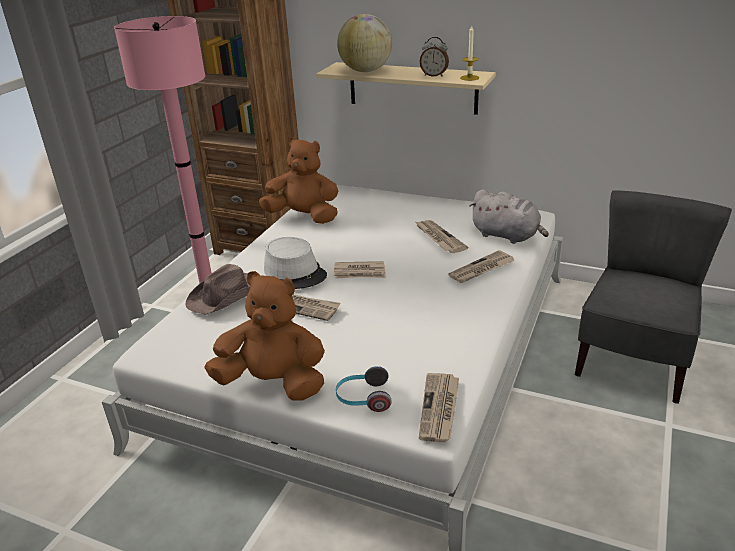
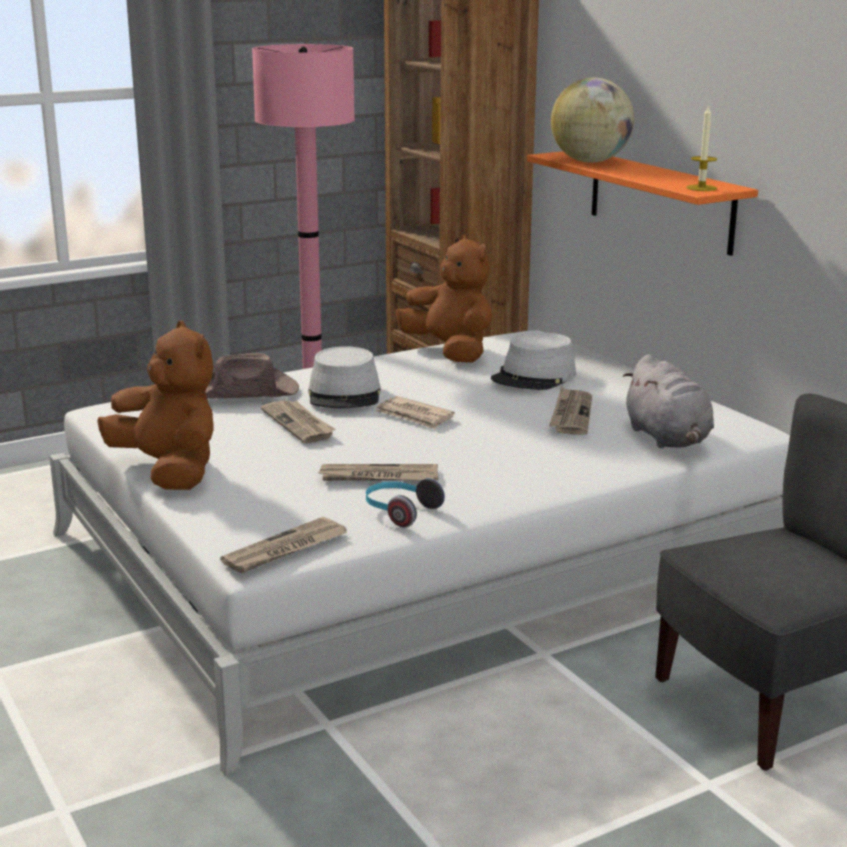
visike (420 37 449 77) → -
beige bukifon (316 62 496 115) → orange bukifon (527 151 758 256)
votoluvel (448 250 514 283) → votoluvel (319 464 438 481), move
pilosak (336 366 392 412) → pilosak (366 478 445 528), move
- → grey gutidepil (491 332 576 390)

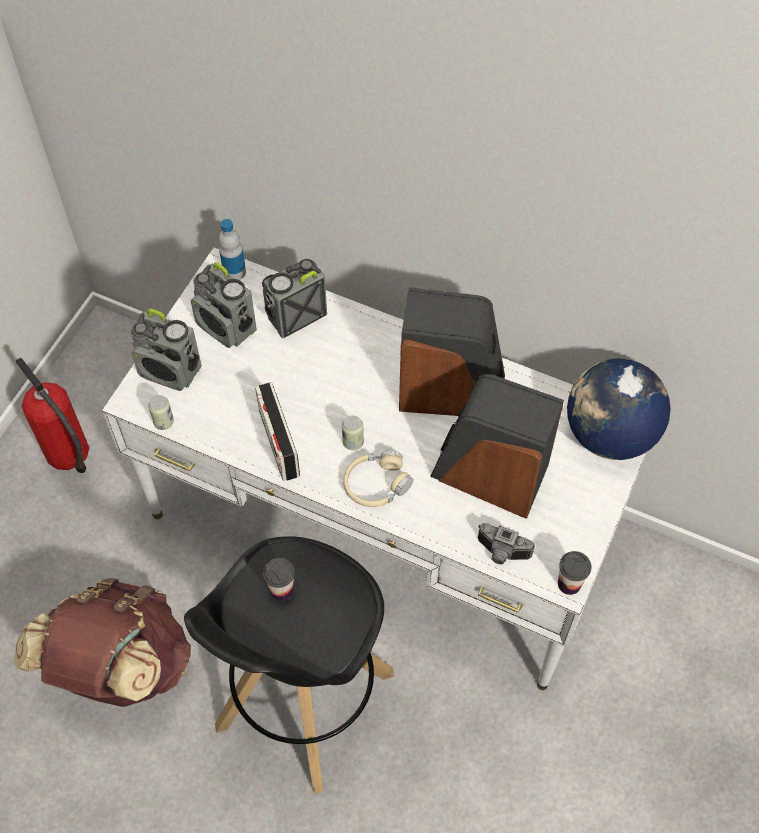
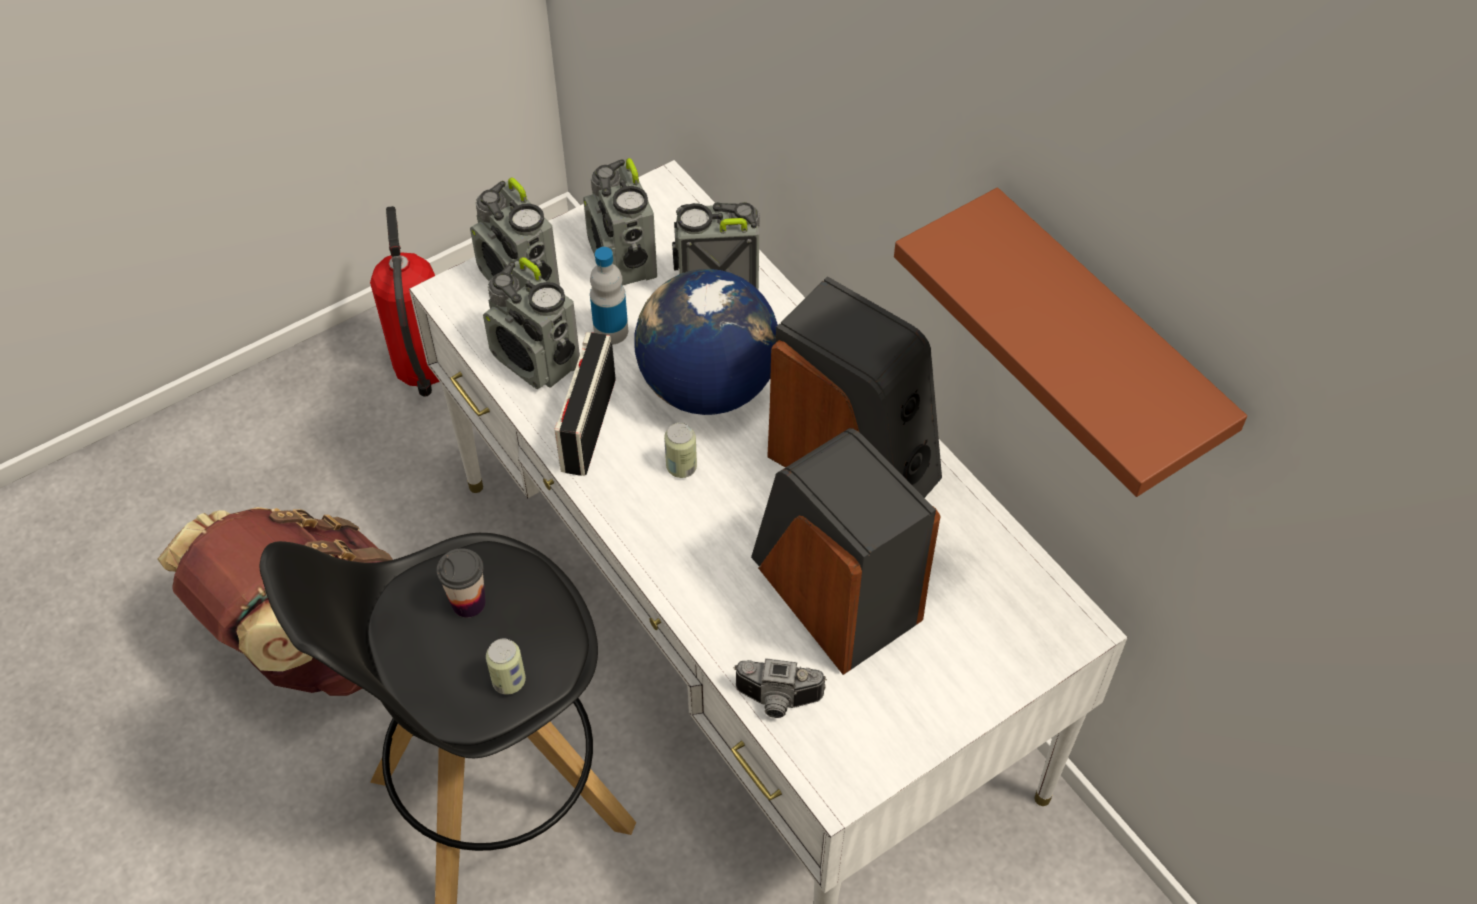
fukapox (219 219 246 280) → fukapox (590 247 628 345), move
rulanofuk (567 359 670 460) → rulanofuk (634 269 778 415), move
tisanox (148 395 174 430) → tisanox (486 638 526 695), move
beige pilosak (343 450 414 507) → -
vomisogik (478 523 535 564) → vomisogik (733 658 827 718), 45 degrees counterclockwise
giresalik (558 551 592 595) → -
- → brown bukifon (894 188 1247 497)
- → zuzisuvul (483 257 580 389)

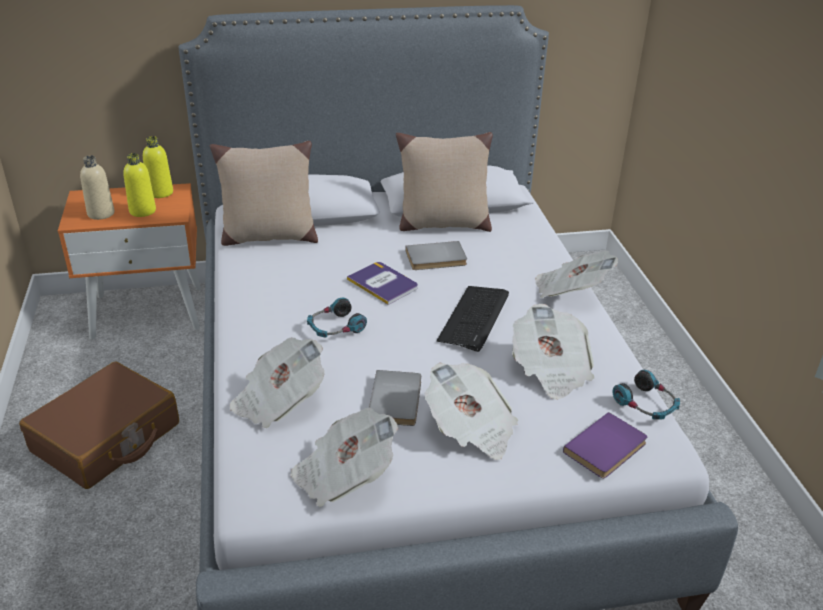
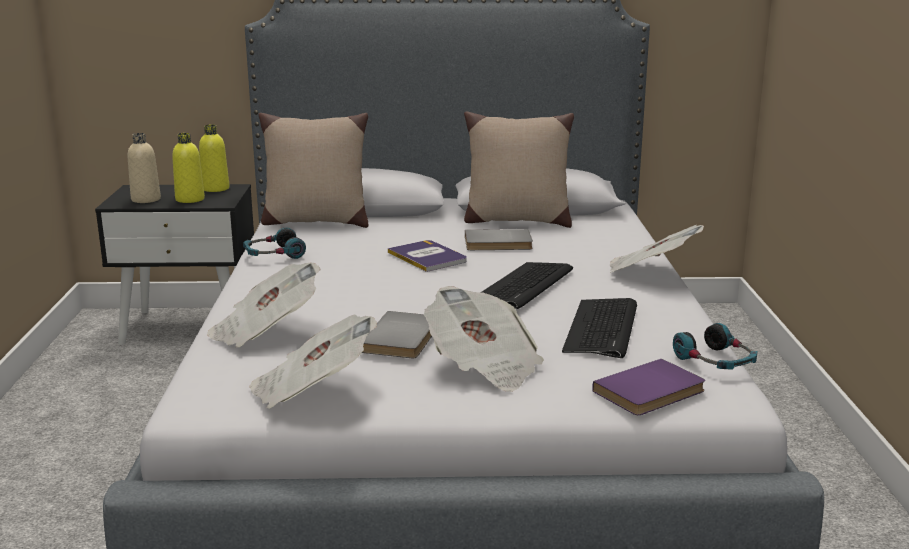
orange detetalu (58 183 201 339) → black detetalu (95 184 254 345)
pilosak (307 298 367 338) → pilosak (243 227 306 259), move
votoluvel (512 304 594 400) → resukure (562 298 637 358)
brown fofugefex (19 362 179 489) → -

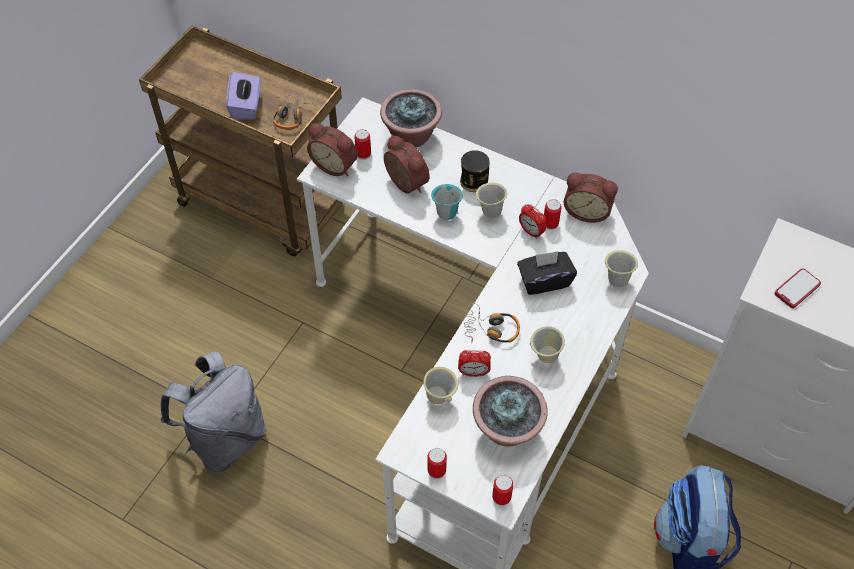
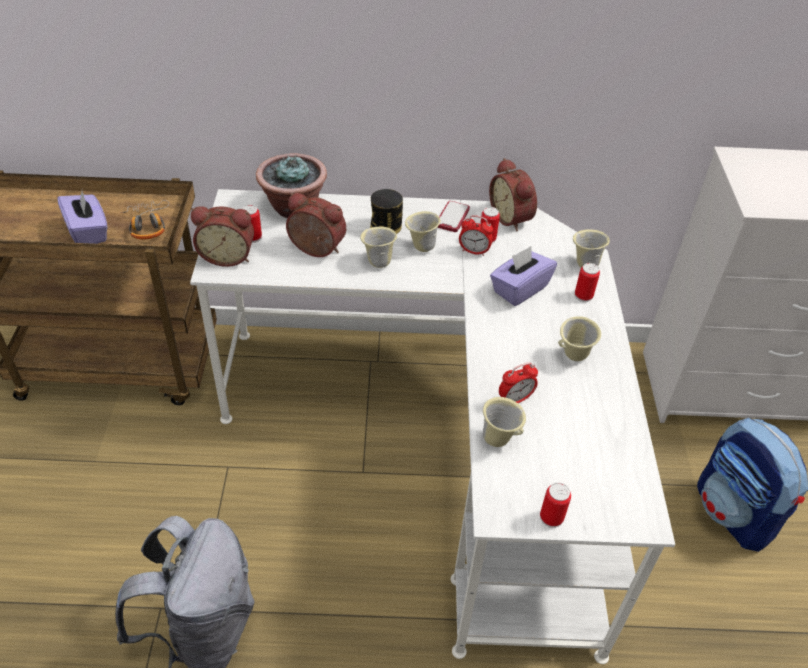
visike (564 173 618 223) → visike (489 158 537 231), 75 degrees clockwise
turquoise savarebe (431 184 463 220) → beige savarebe (360 227 397 268)
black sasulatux (517 251 577 295) → purple sasulatux (490 246 557 306)
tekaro (775 268 821 308) → tekaro (437 201 470 232), move
pilosak (464 303 520 344) → -
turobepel (473 376 548 447) → -
tisanox (492 475 513 506) → tisanox (575 263 600 302), move

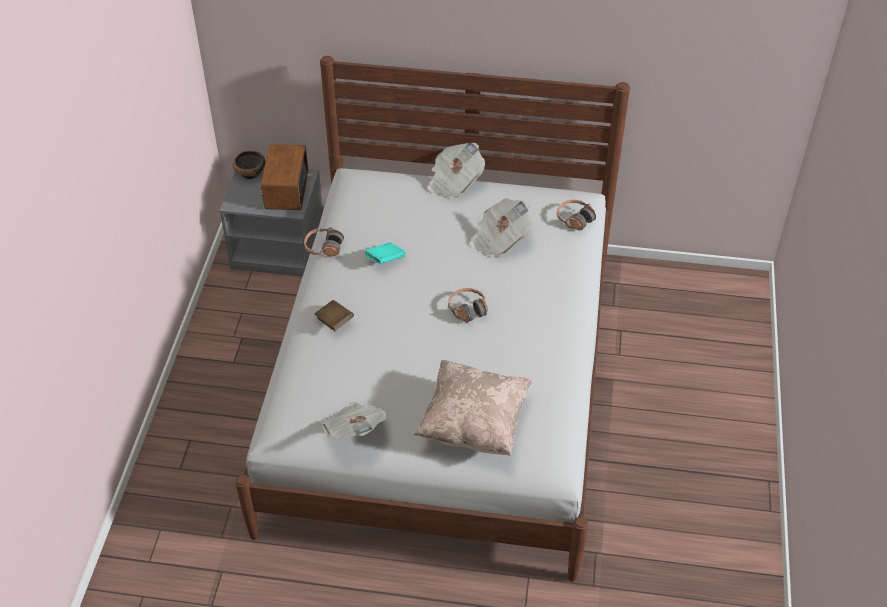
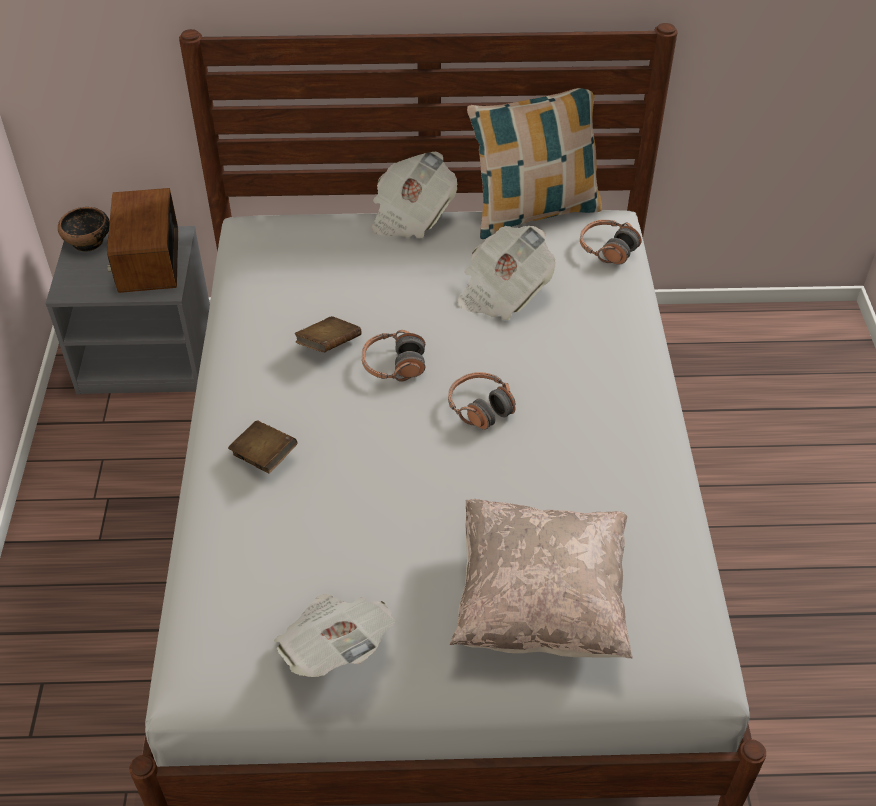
pilosak (304 227 344 258) → pilosak (362 330 425 382), move
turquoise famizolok (365 242 406 264) → brown famizolok (295 316 362 352)
- → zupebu (467 88 602 239)

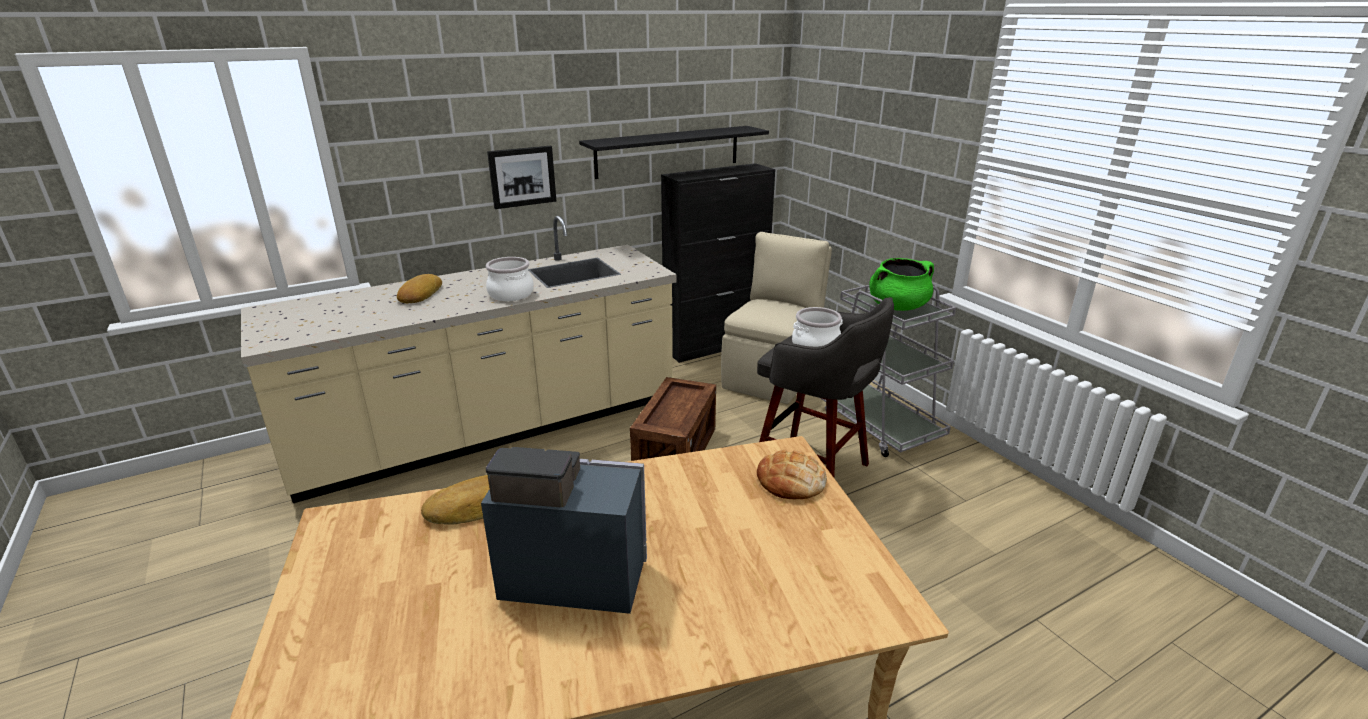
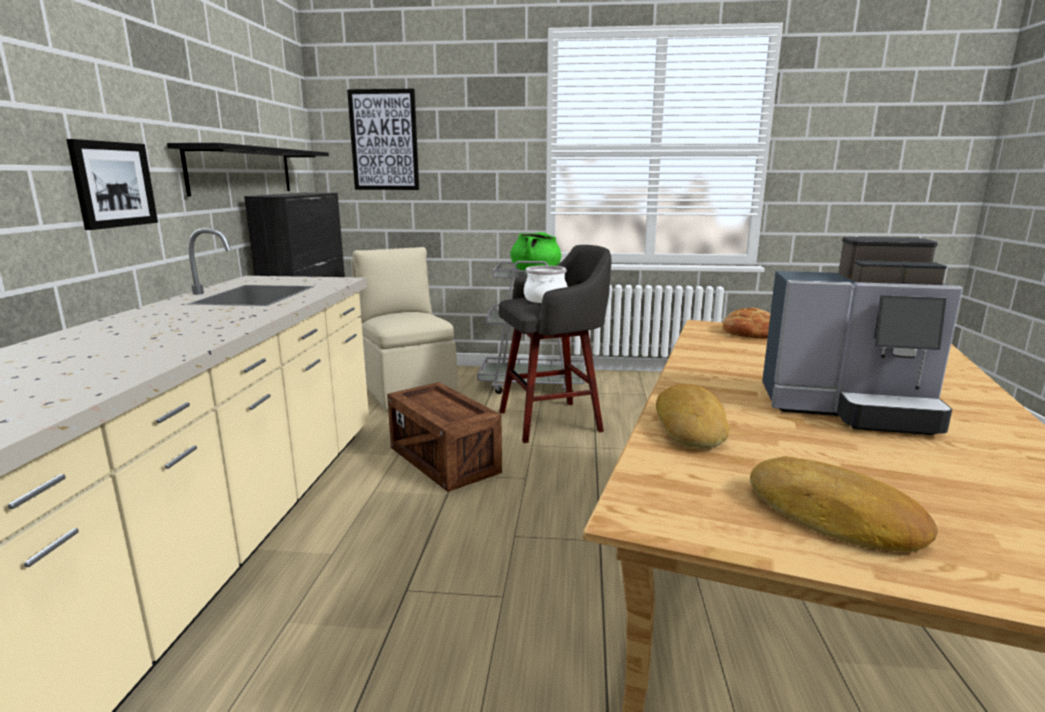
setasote (486 257 534 301) → -
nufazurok (397 274 442 303) → nufazurok (750 456 938 552), move
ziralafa (481 447 647 614) → ziralafa (762 237 963 435), 120 degrees counterclockwise
- → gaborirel (347 89 419 190)

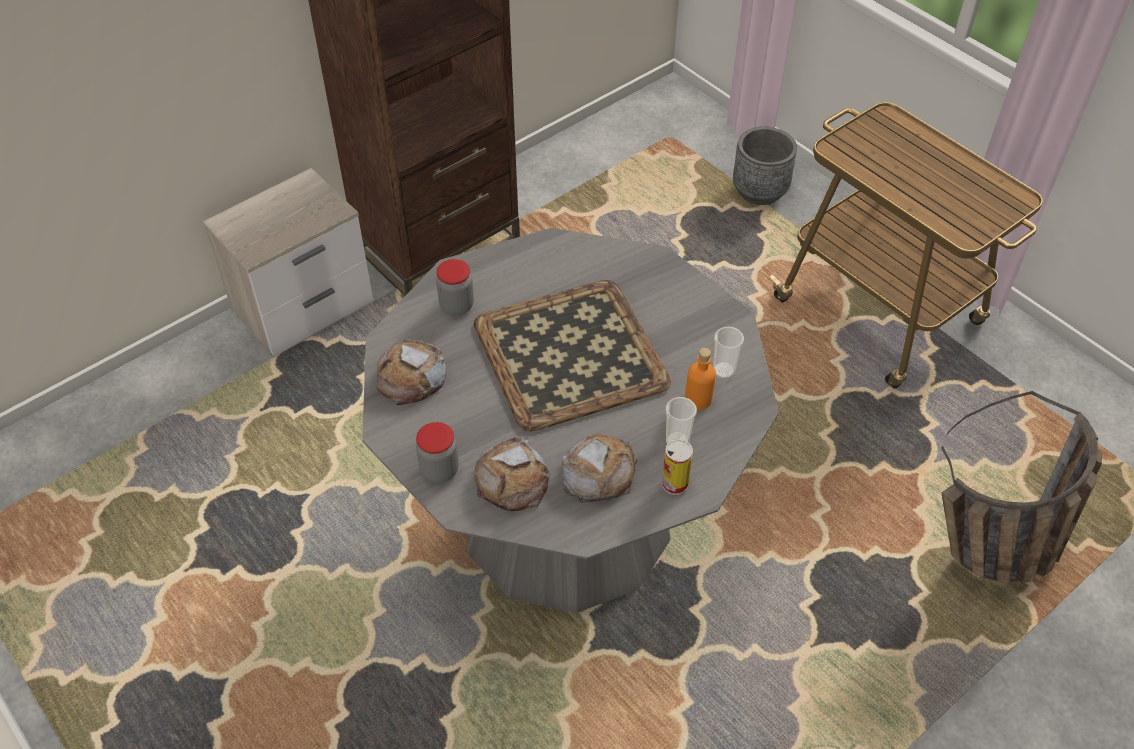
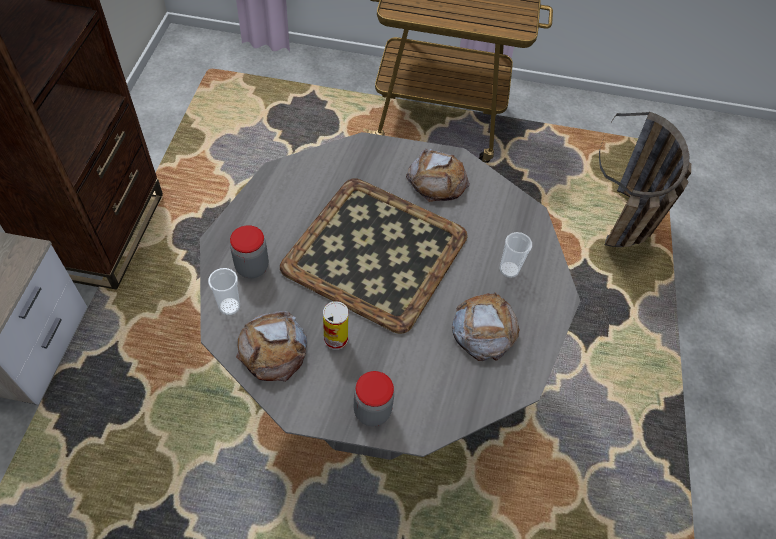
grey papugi (733 126 797 205) → -
giresalik (713 327 744 379) → giresalik (208 268 240 315), move
orange fukapox (685 348 716 410) → -
nufazurok (474 436 550 511) → nufazurok (406 149 470 202), move
tisanox (662 439 693 495) → tisanox (323 301 349 350), move

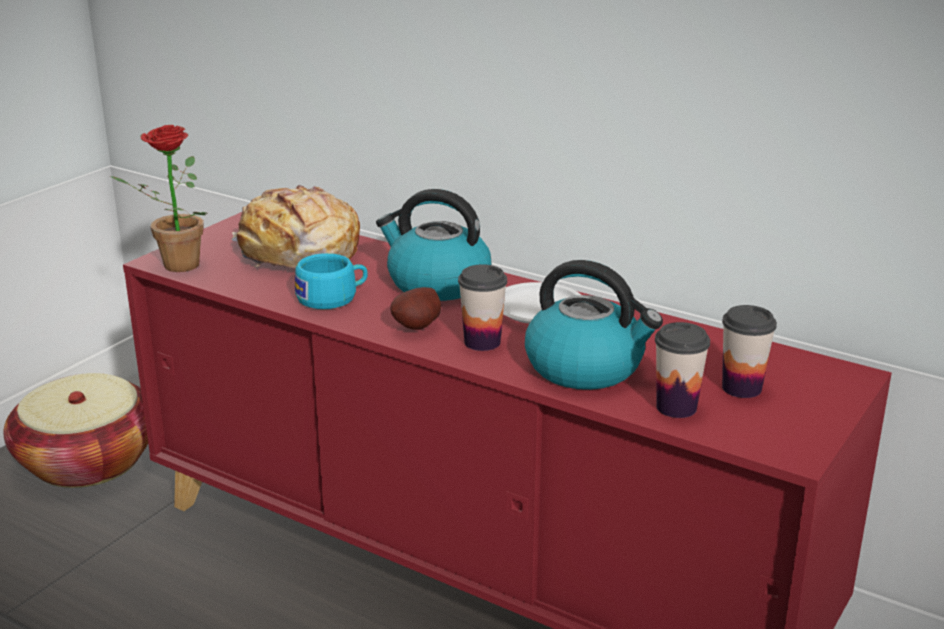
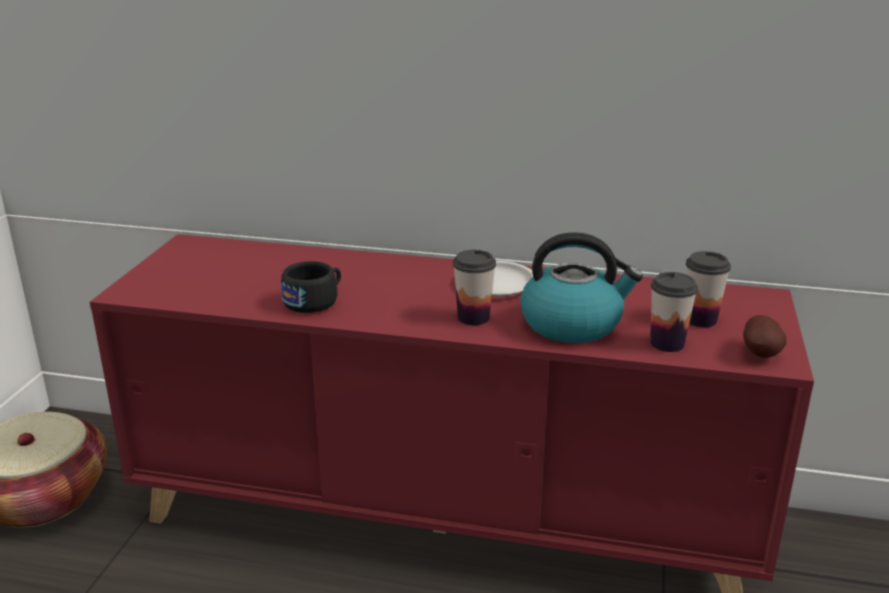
turobepel (110 125 207 272) → -
nufazurok (231 185 360 270) → -
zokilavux (376 189 491 301) → -
turquoise giresalik (295 253 368 309) → black giresalik (281 261 341 313)
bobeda (390 287 441 330) → bobeda (743 315 787 358), move

